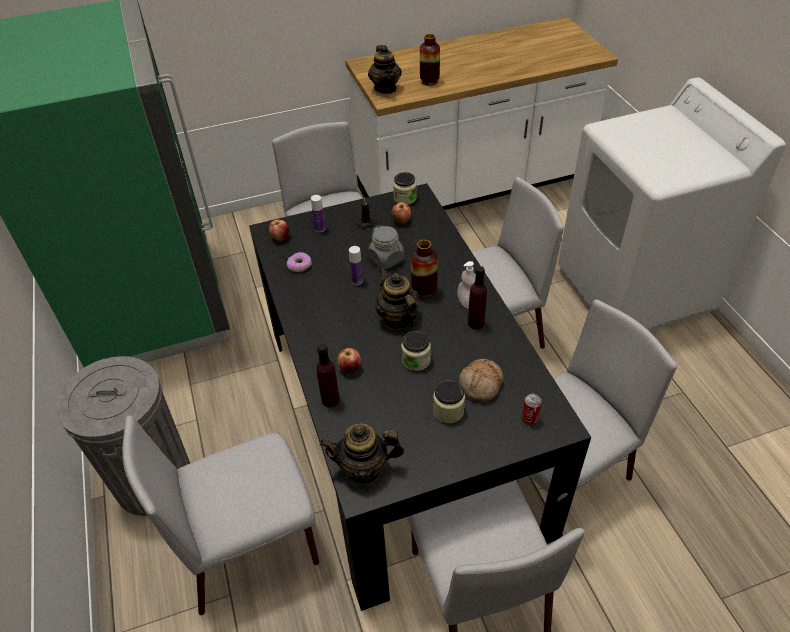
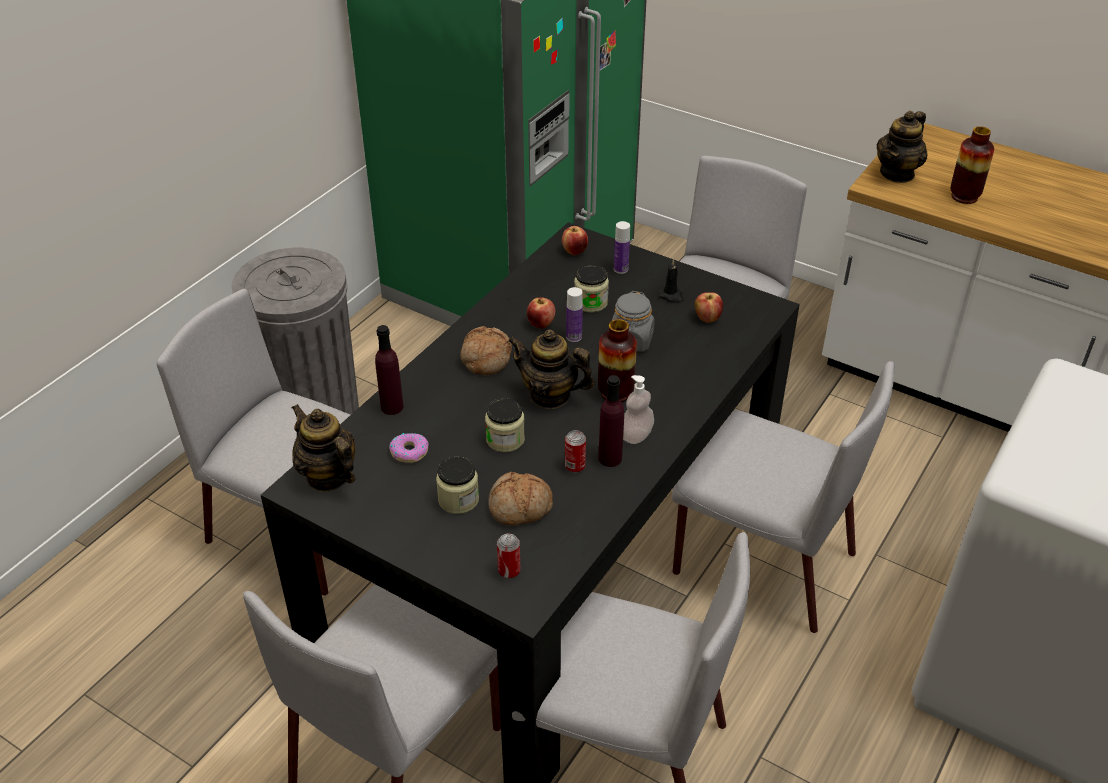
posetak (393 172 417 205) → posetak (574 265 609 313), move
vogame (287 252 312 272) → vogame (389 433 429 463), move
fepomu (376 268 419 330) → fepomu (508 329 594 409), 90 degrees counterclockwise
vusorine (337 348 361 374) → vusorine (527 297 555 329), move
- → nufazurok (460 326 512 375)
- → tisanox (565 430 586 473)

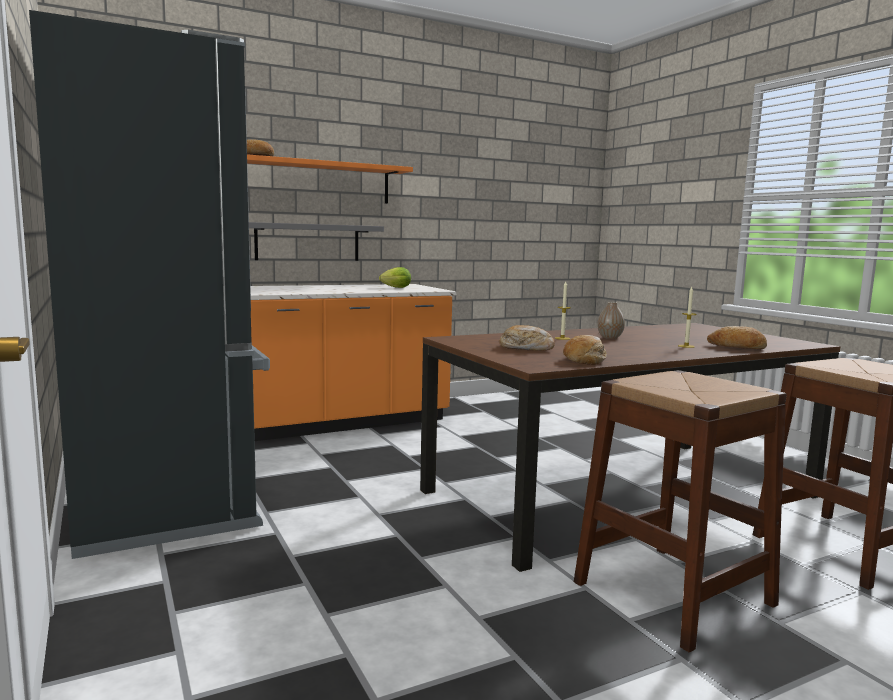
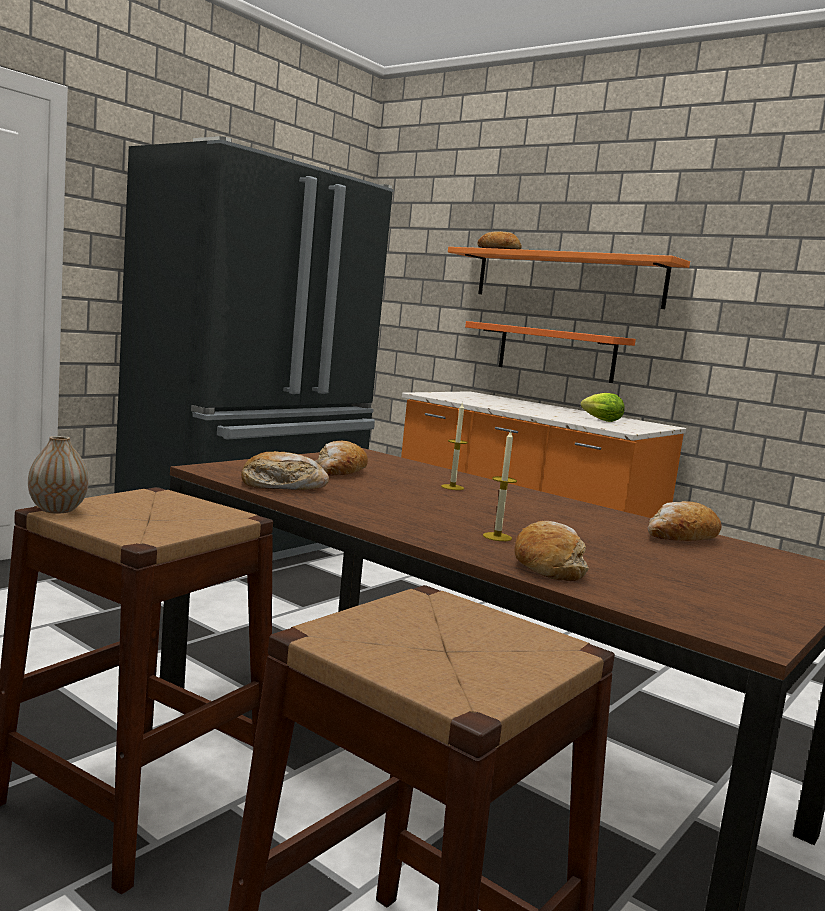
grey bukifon (249 222 384 261) → orange bukifon (465 321 636 383)
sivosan (597 302 625 339) → sivosan (28 436 89 514), move
- → nufazurok (648 501 722 541)

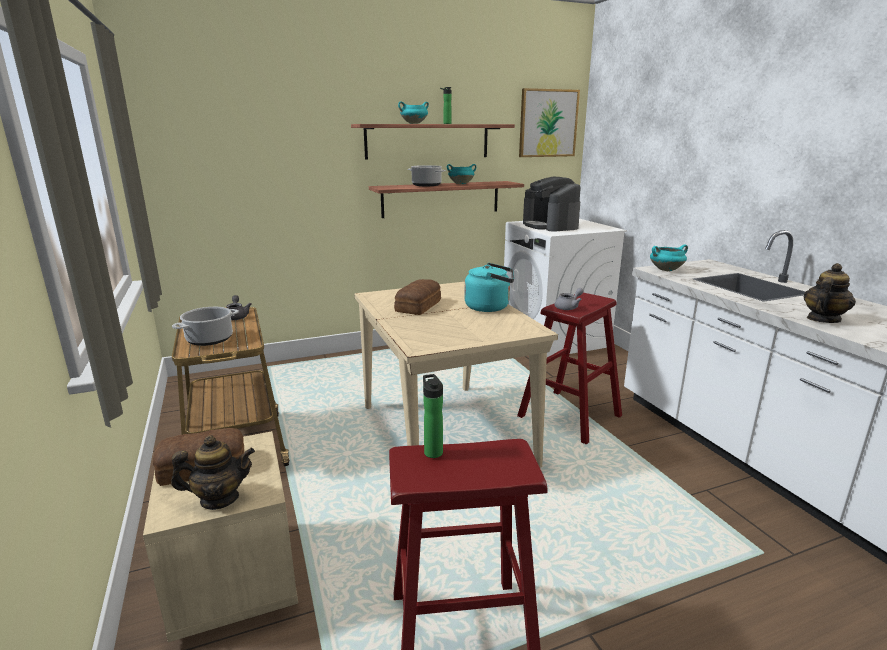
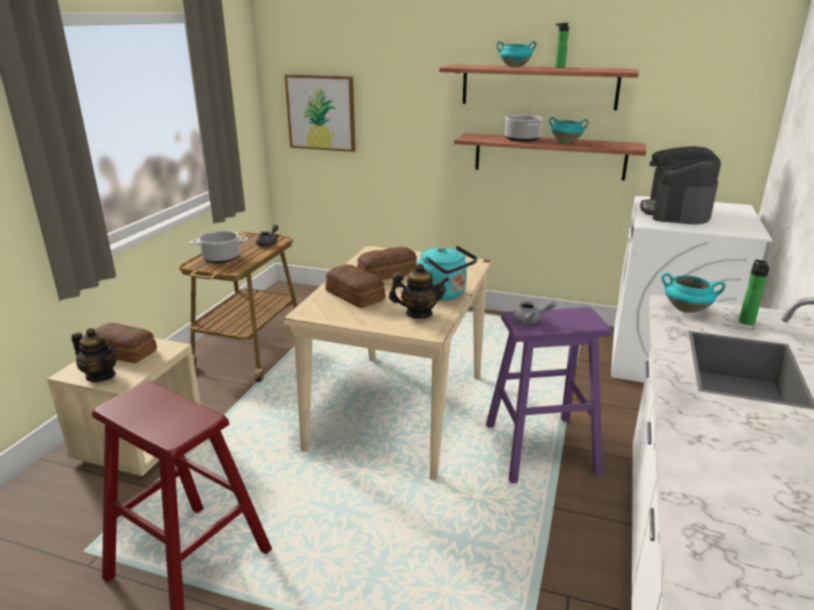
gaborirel (519 88 580 157) → gaborirel (285 74 356 152), move
fepomu (804 263 856 323) → fepomu (389 263 449 319), move
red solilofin (517 293 622 445) → purple solilofin (486 307 612 483)
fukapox (423 374 443 458) → fukapox (739 260 769 325), move
- → nufazurok (325 264 385 308)

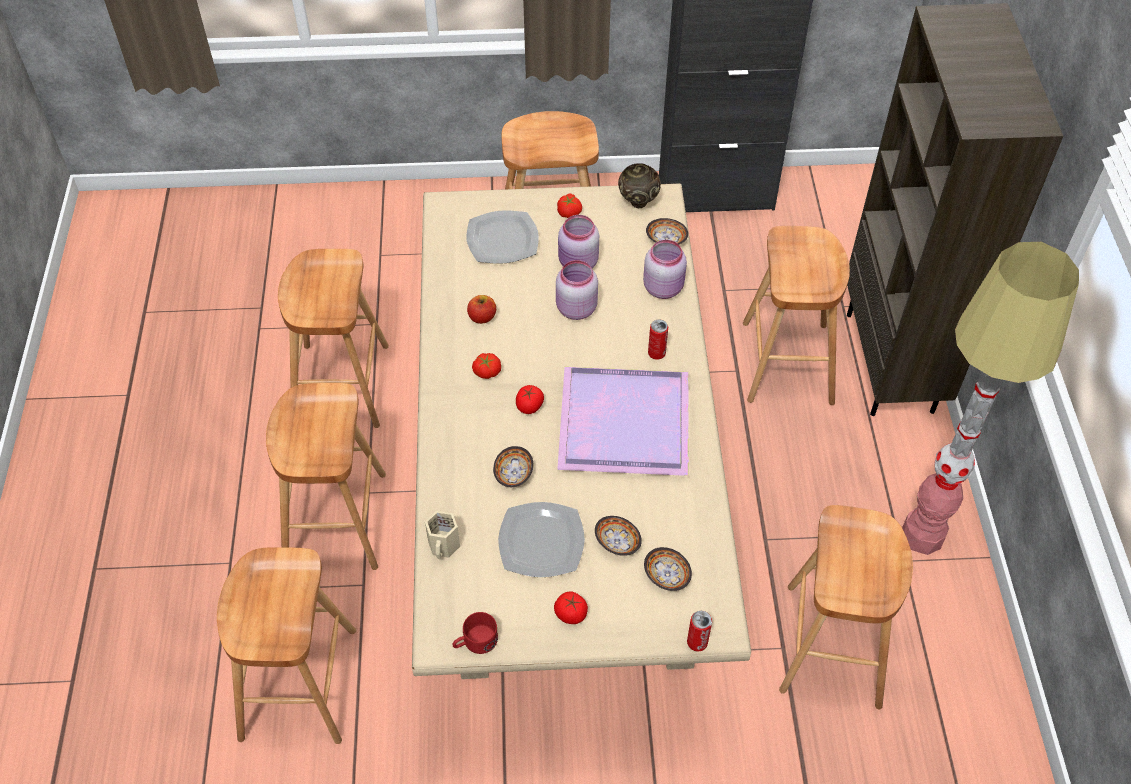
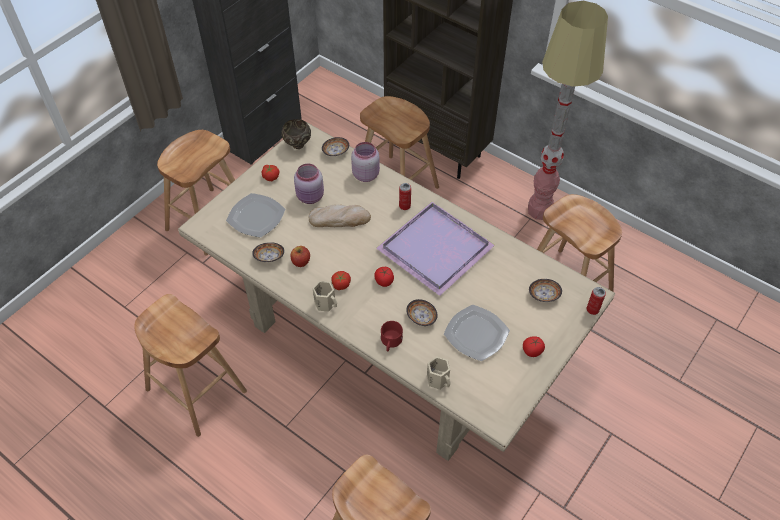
pink posetak (556 260 598 320) → nufazurok (309 205 371 227)
brown solilofin (266 383 386 570) → -
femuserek (595 516 642 556) → femuserek (252 242 285 262), move
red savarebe (452 612 498 654) → red savarebe (381 321 403 352), move
- → beige savarebe (313 281 337 312)

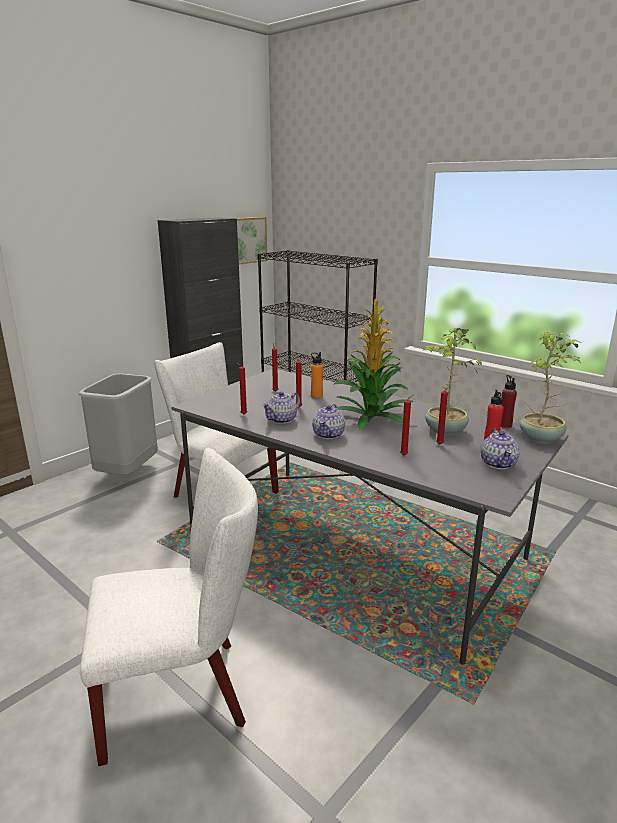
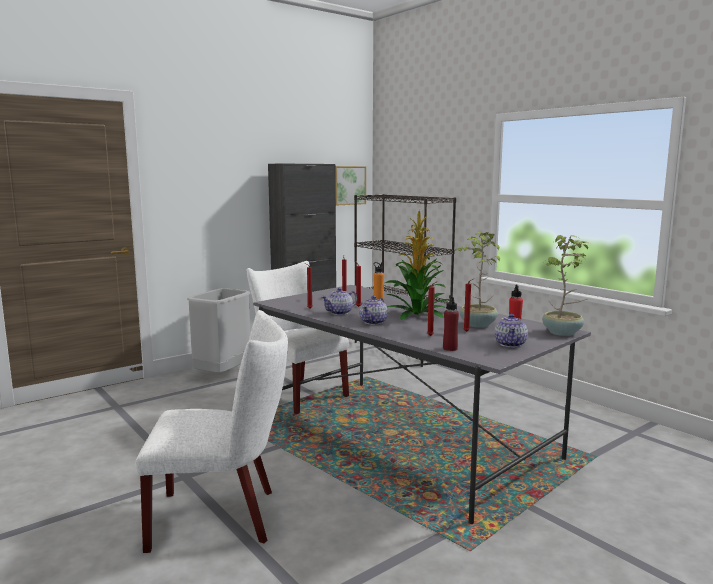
red fukapox (501 375 517 428) → red fukapox (443 295 459 351), move

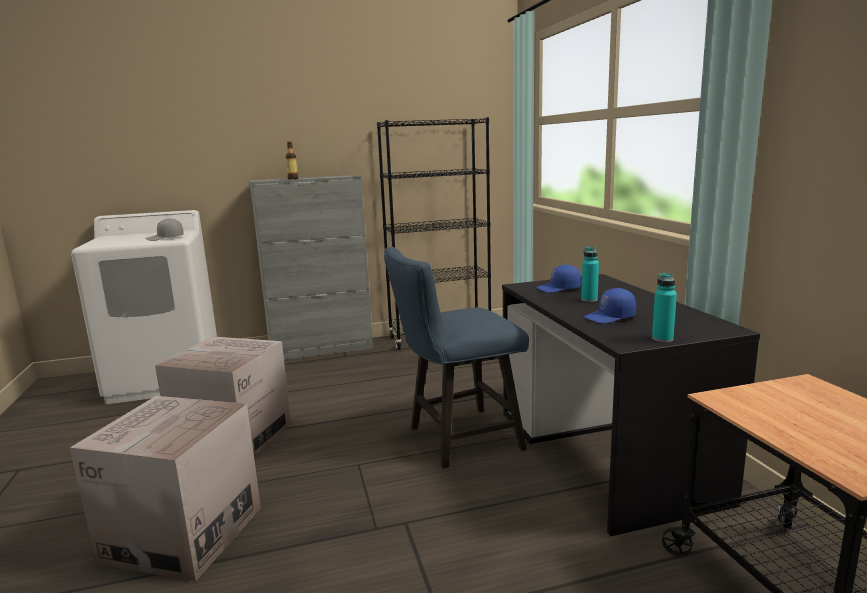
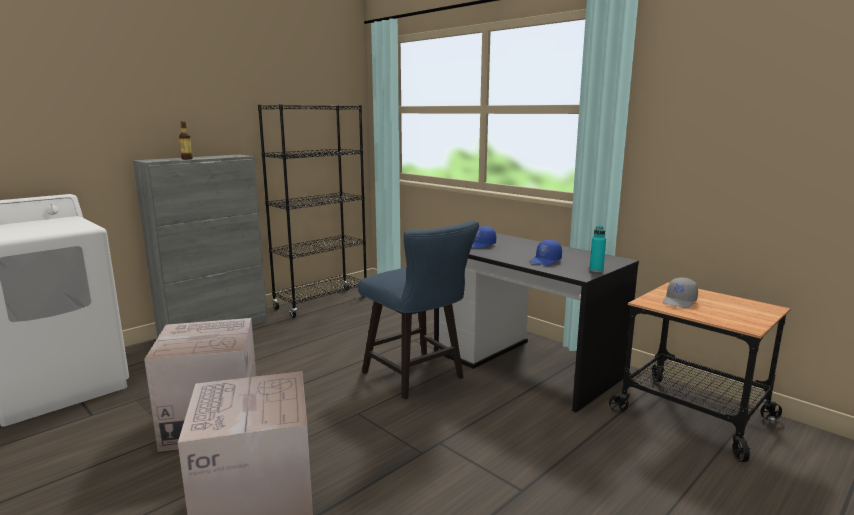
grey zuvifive (145 218 184 241) → grey zuvifive (663 277 698 308), move
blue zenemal (384 247 529 468) → blue zenemal (358 220 479 399), 75 degrees counterclockwise
turquoise fukapox (581 247 599 302) → -

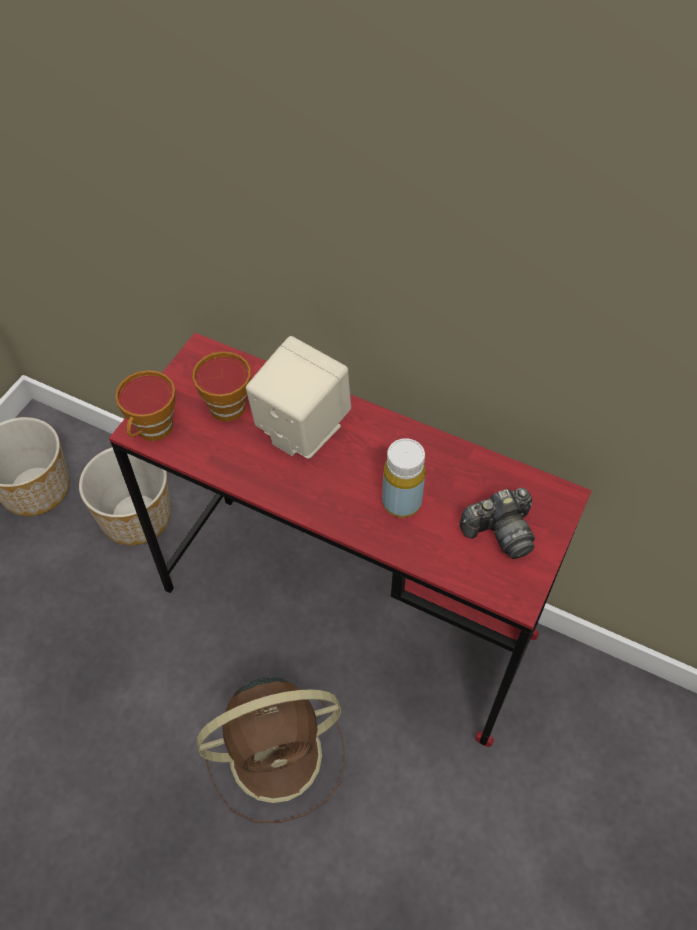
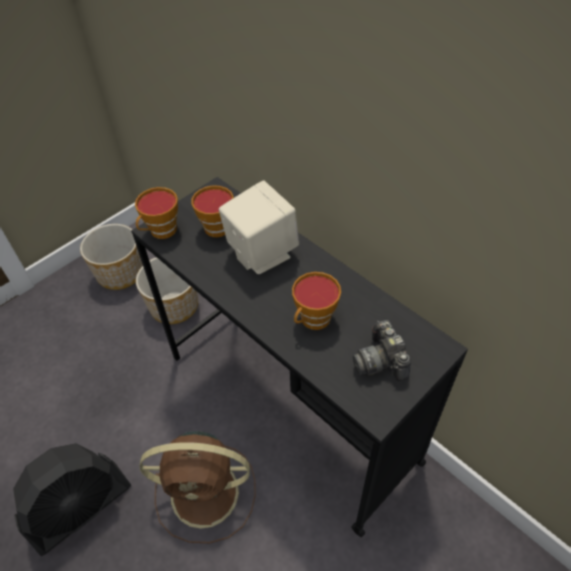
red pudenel (109 333 592 747) → black pudenel (131 177 468 537)
yellow fukapox (382 438 426 517) → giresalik (292 272 341 330)
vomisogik (459 488 535 559) → vomisogik (353 320 411 381), 75 degrees clockwise
- → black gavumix (13 443 131 556)

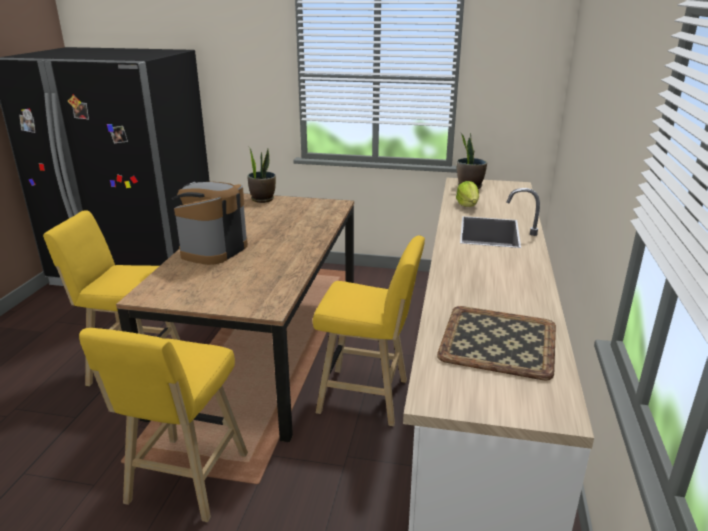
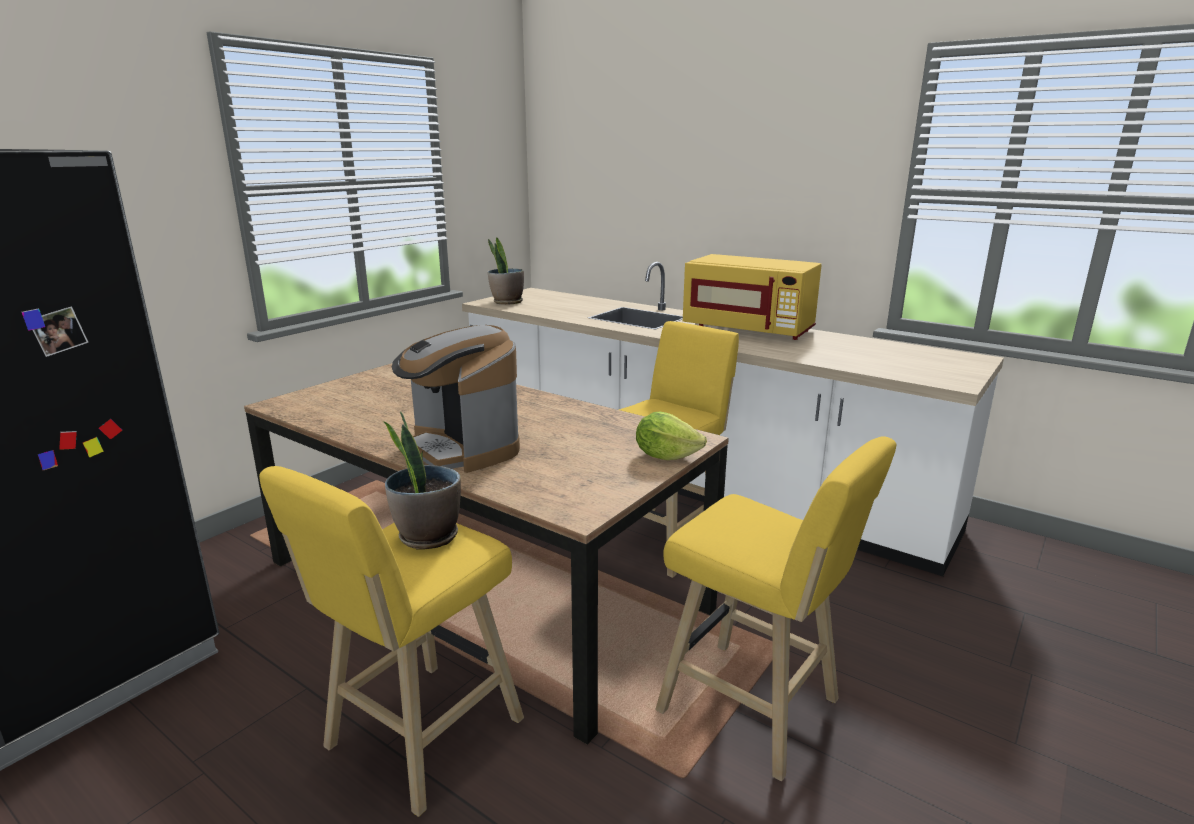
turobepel (248 146 276 203) → turobepel (383 411 461 549), move
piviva (456 181 479 207) → piviva (636 411 707 460), move
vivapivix (437 306 556 380) → -
- → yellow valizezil (683 254 821 340)

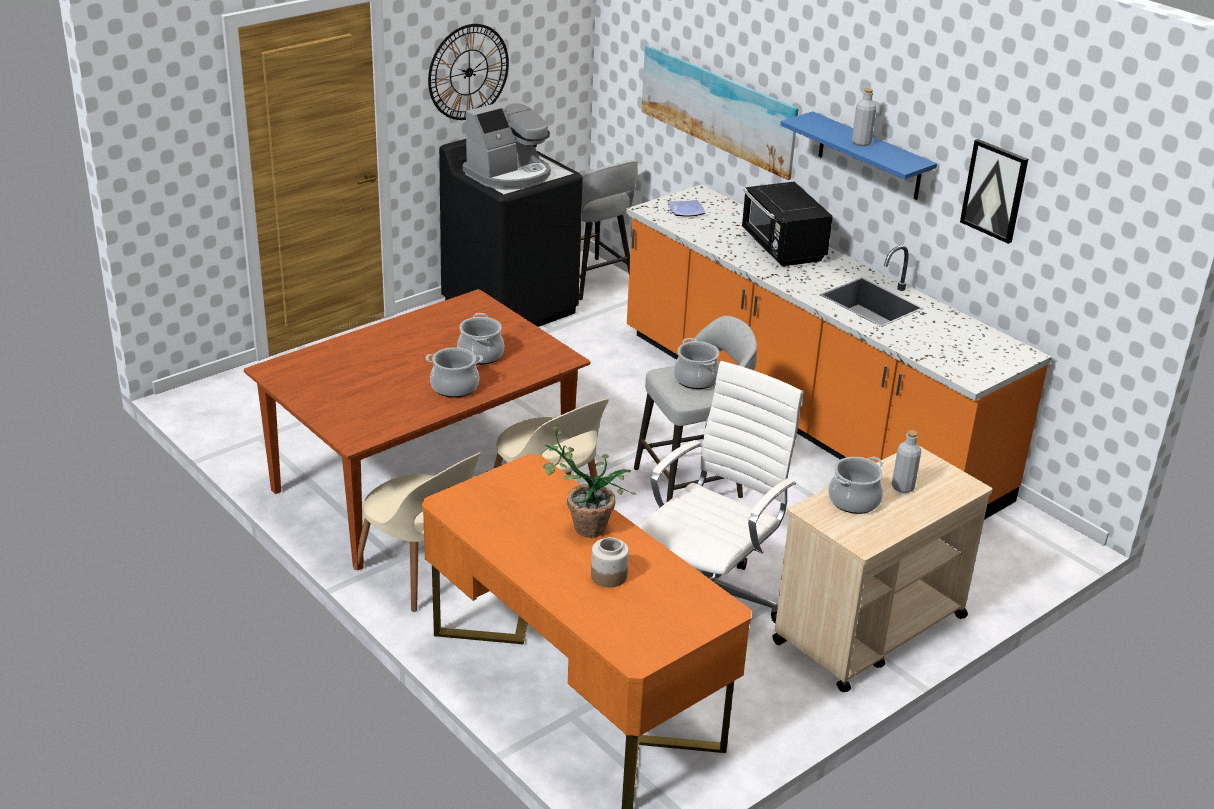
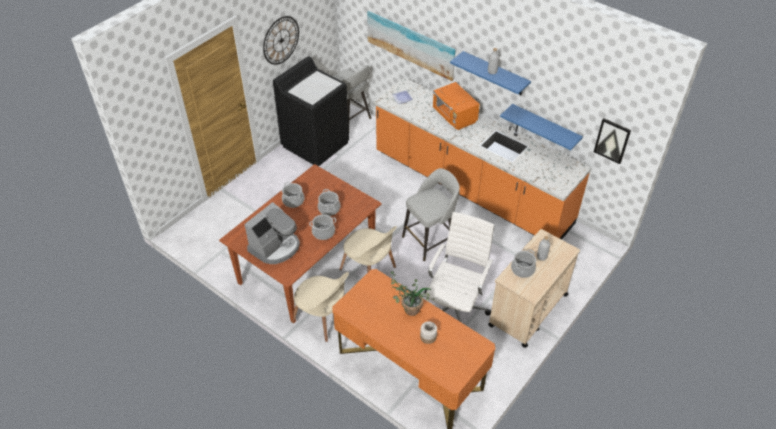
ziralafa (463 98 551 190) → ziralafa (244 202 300 264), move
gaborirel (960 139 1028 244) → gaborirel (594 118 631 164), move
black valizezil (741 182 833 267) → orange valizezil (433 82 480 130)
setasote (673 338 719 389) → setasote (282 182 304 208), move
- → blue bukifon (500 104 583 150)

